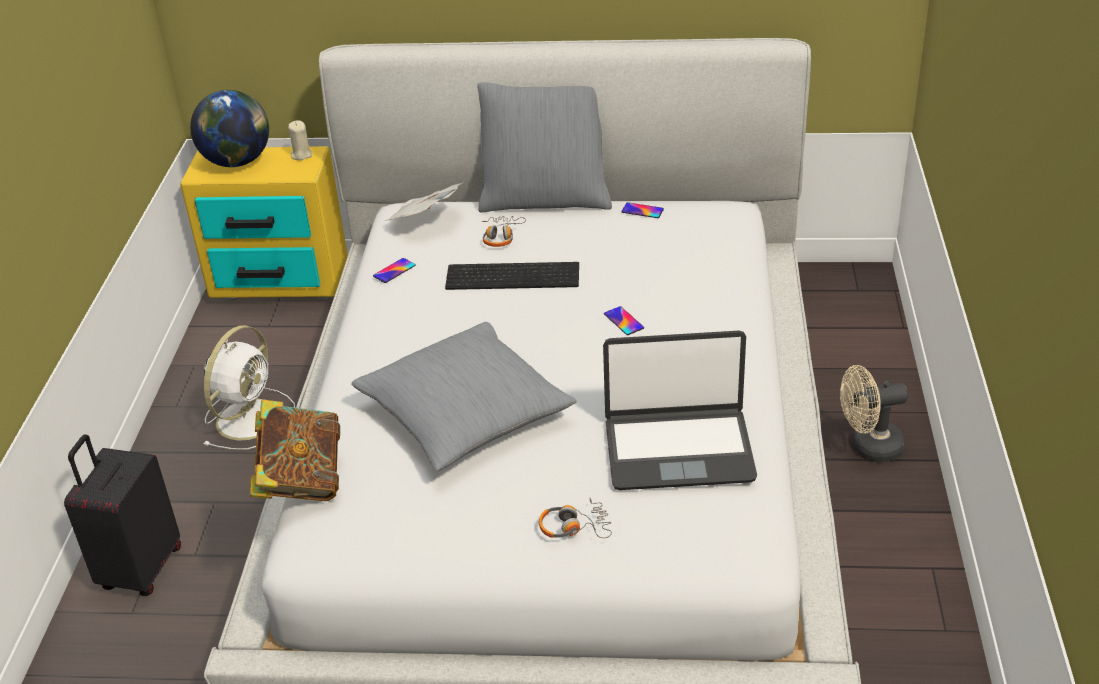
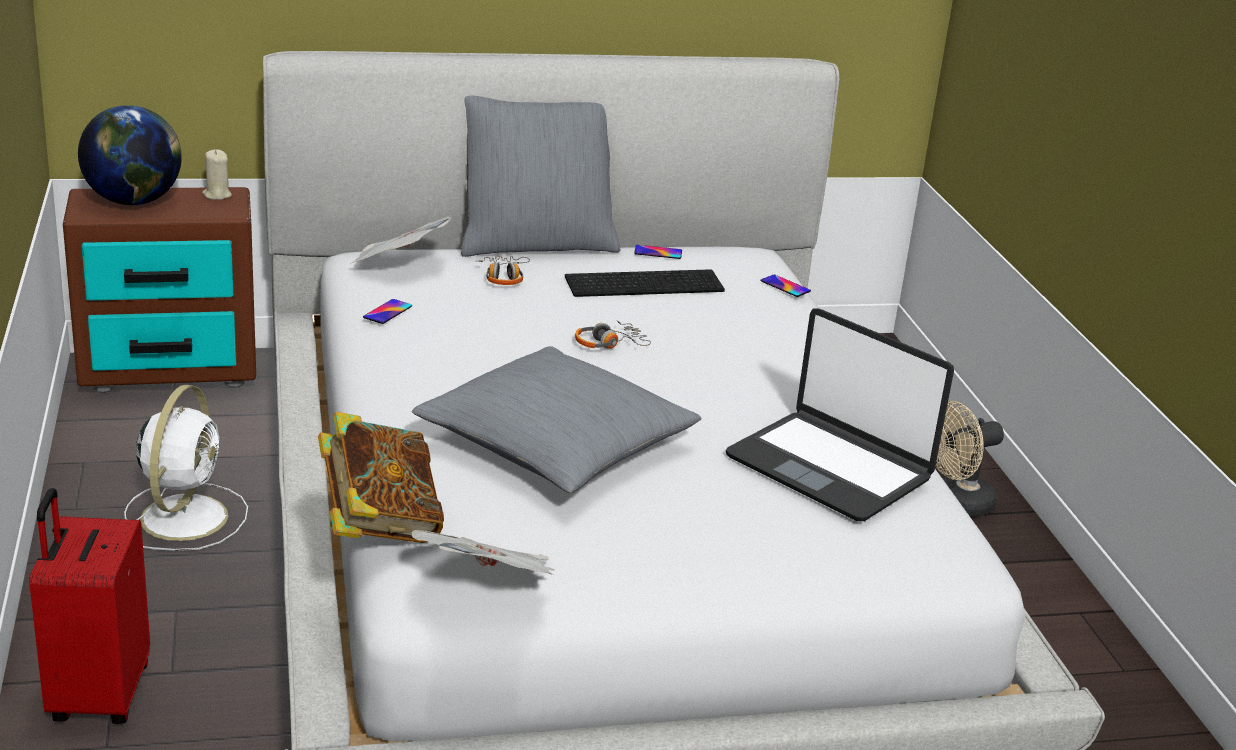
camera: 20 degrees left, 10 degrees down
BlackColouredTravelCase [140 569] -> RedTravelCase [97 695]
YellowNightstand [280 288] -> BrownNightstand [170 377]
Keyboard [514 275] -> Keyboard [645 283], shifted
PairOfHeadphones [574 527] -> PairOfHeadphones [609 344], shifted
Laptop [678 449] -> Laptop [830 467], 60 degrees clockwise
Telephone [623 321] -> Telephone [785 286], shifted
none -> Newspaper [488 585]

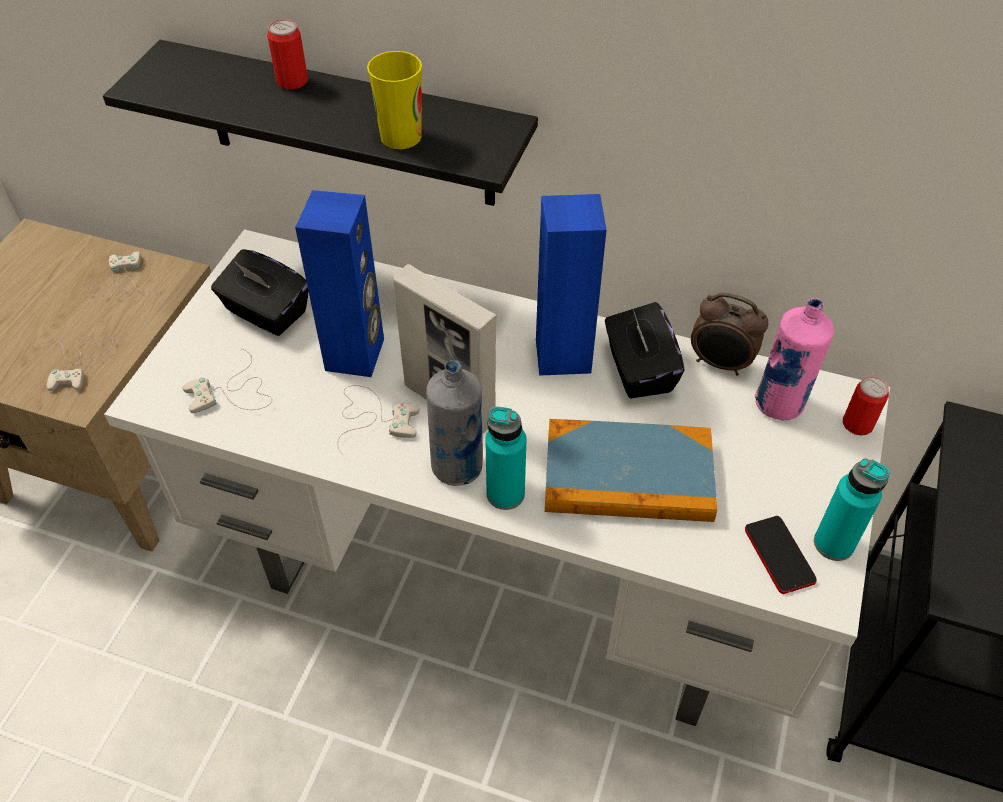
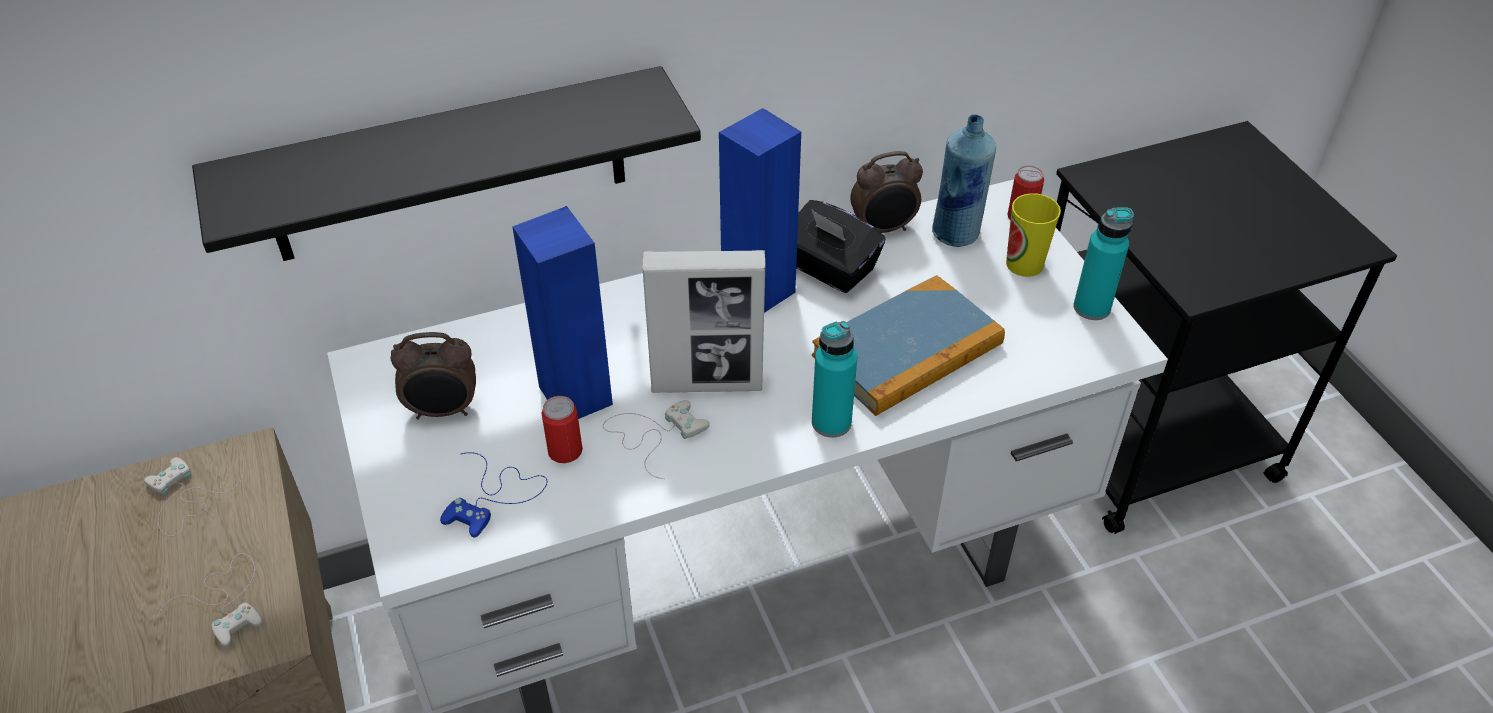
camera: 40 degrees left, 5 degrees down
WhiteJoypad [232 392] -> BlueColouredJoypad [494 496]
BlackColouredTissueHolder [266 312] -> TableClock [443 411]
SealedCan [292 81] -> SealedCan [565 451], shifted
SmallCup [401 136] -> SmallCup [1024 264], shifted
GrayBottle [457 466] -> none
Telephone [779 555] -> none
PinkBottle [779 404] -> BlueColouredBottle [956 234]

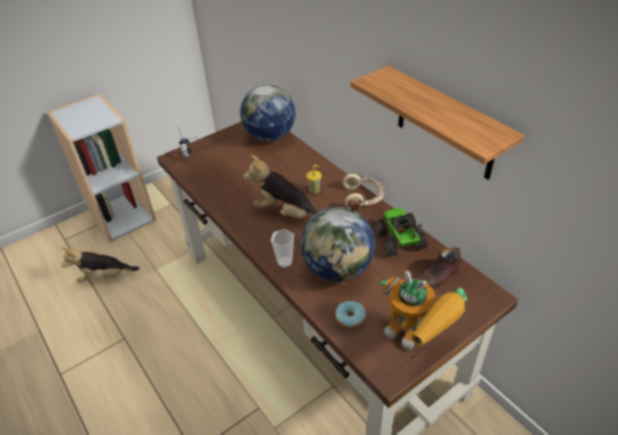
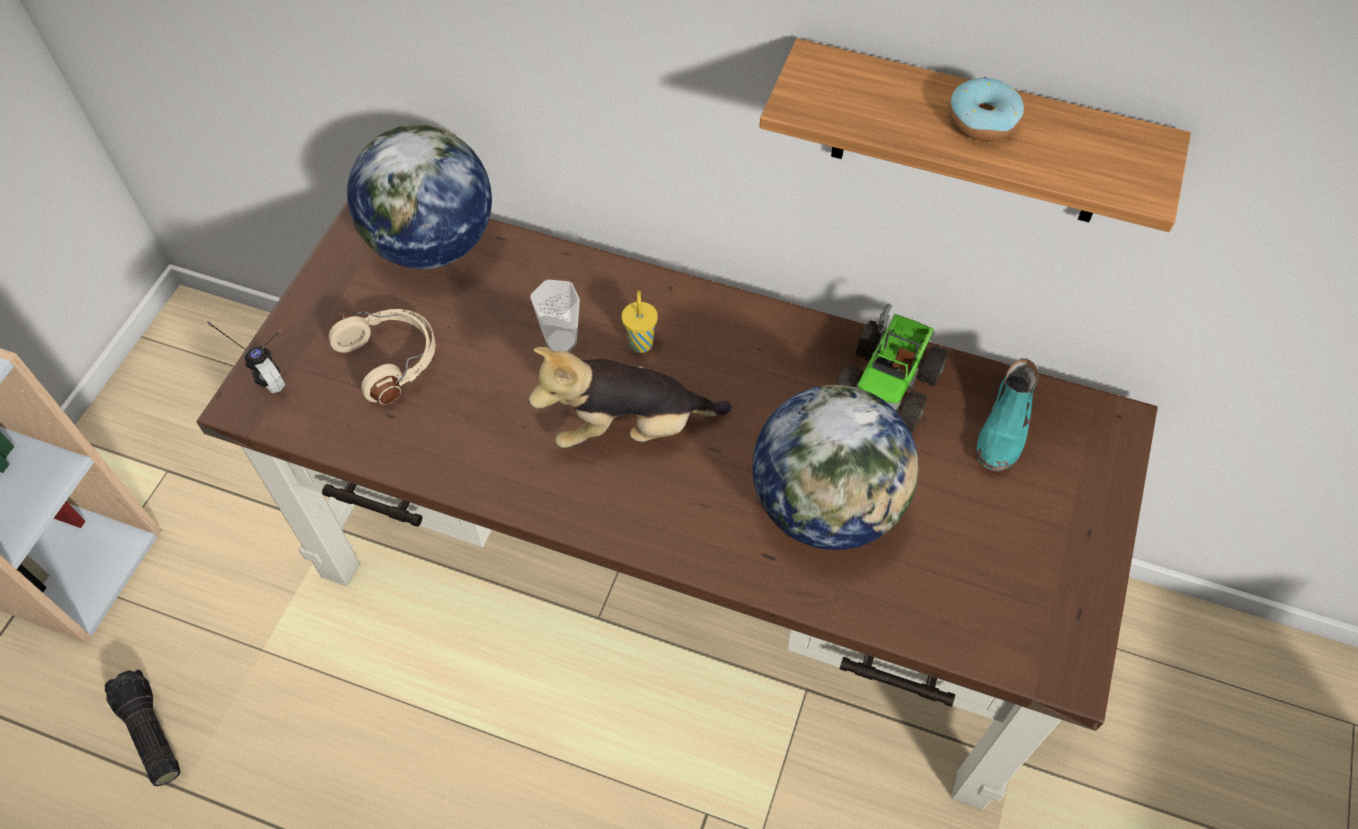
camera: 35 degrees left, 15 degrees up
CuddlyToy [104 277] -> Flashlight [148 733]
SmallCup [285 262] -> SmallCup [561 342], shifted
Donut [350 318] -> Donut [982 120], shifted
BeigeColouredPairOfHeadphones [363 197] -> BeigeColouredPairOfHeadphones [392 359], shifted
ModelTruck [399 241] -> ModelTruck [889 384], 105 degrees counterclockwise
ModelRobot [417 339] -> none
BrownShoe [437 276] -> TurquoiseColouredShoe [1005 427]

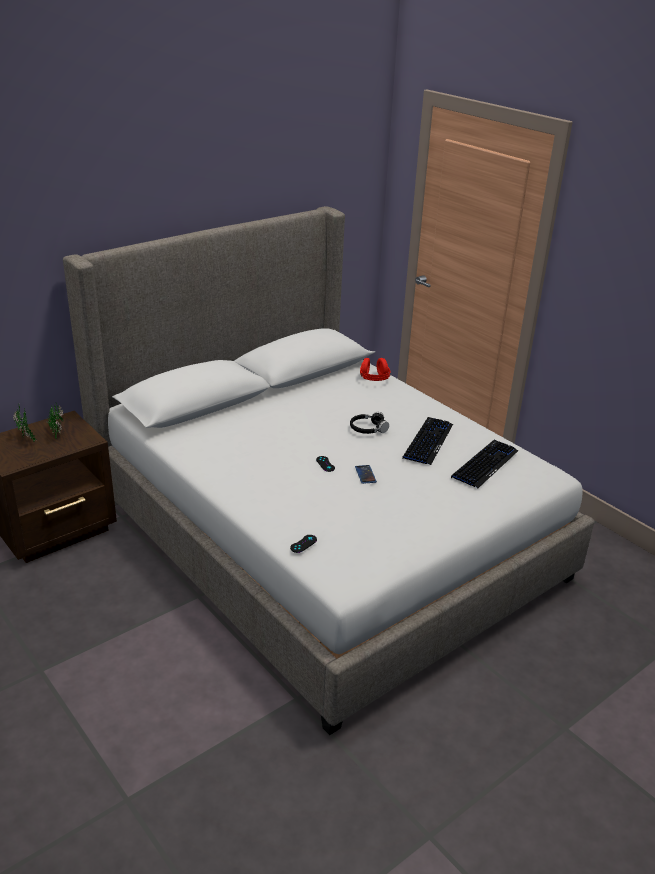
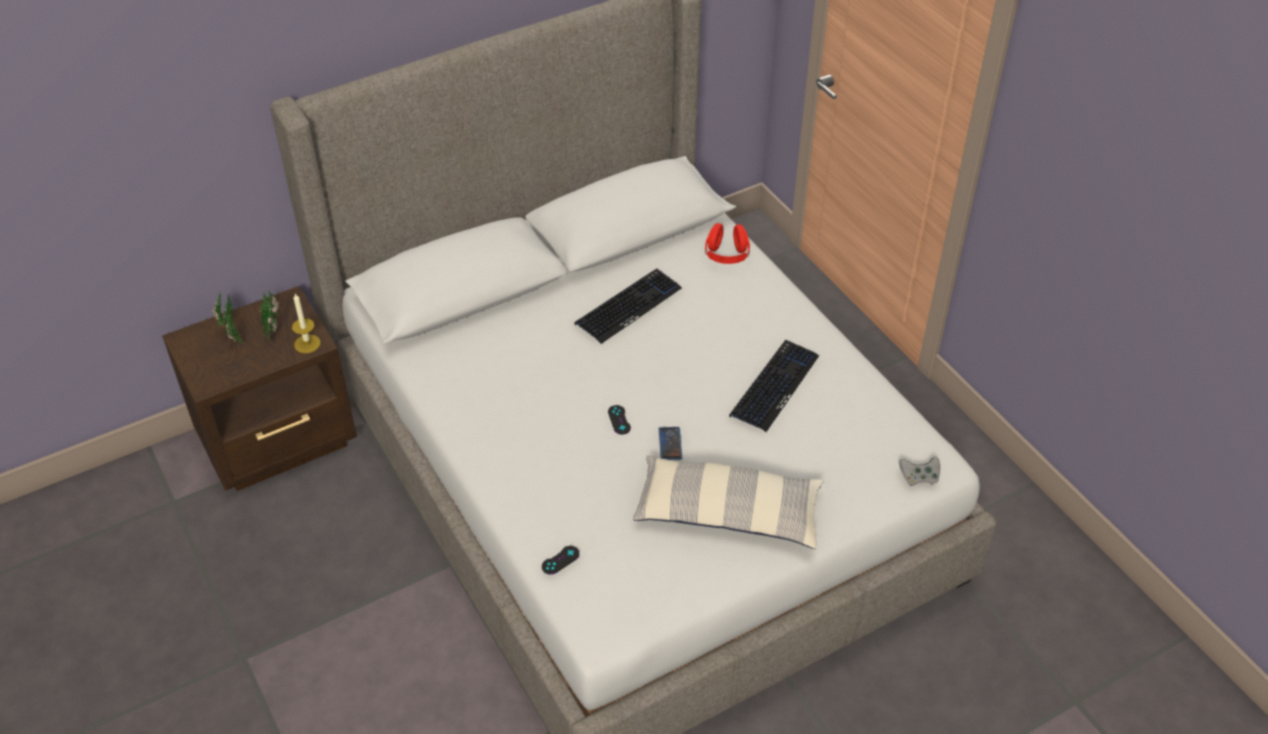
camera: 10 degrees right, 15 degrees up
BlackColouredPairOfHeadphones [368 429] -> none
Keyboard [485 464] -> Keyboard [628 307], shifted
none -> Candle [307 344]
none -> ThrowPillow [727 513]
none -> GrayJoypad [919 477]

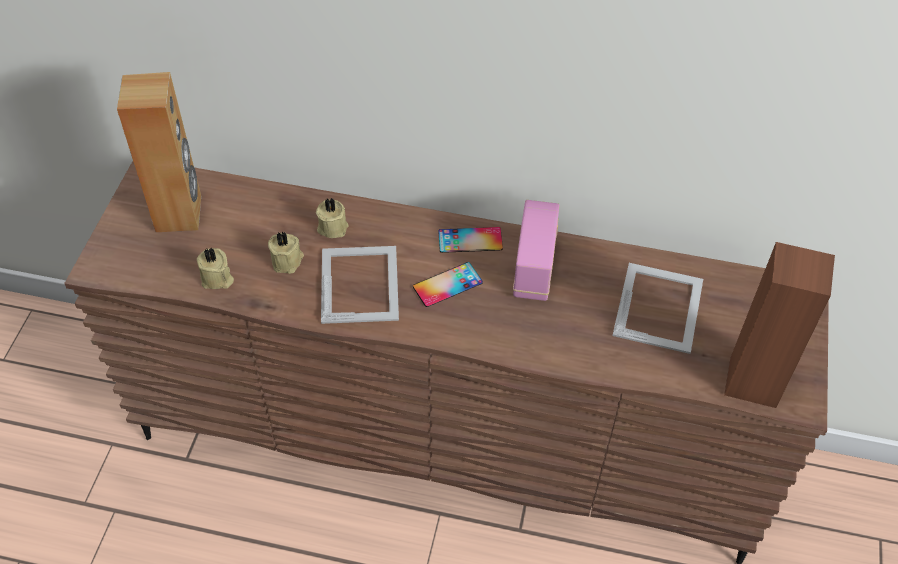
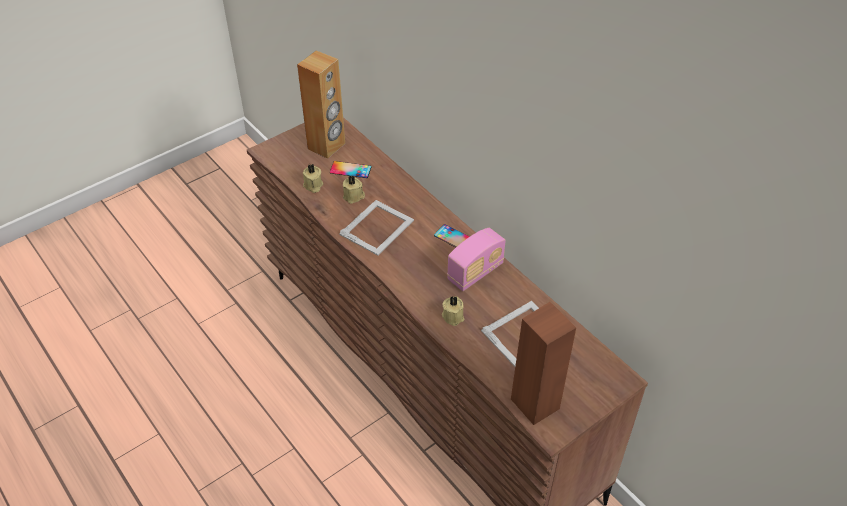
camera: 40 degrees right, 5 degrees down
BeigeColouredCandle [332 226] -> BeigeColouredCandle [453 316], shifted
Telephone [447 285] -> Telephone [350 170], shifted

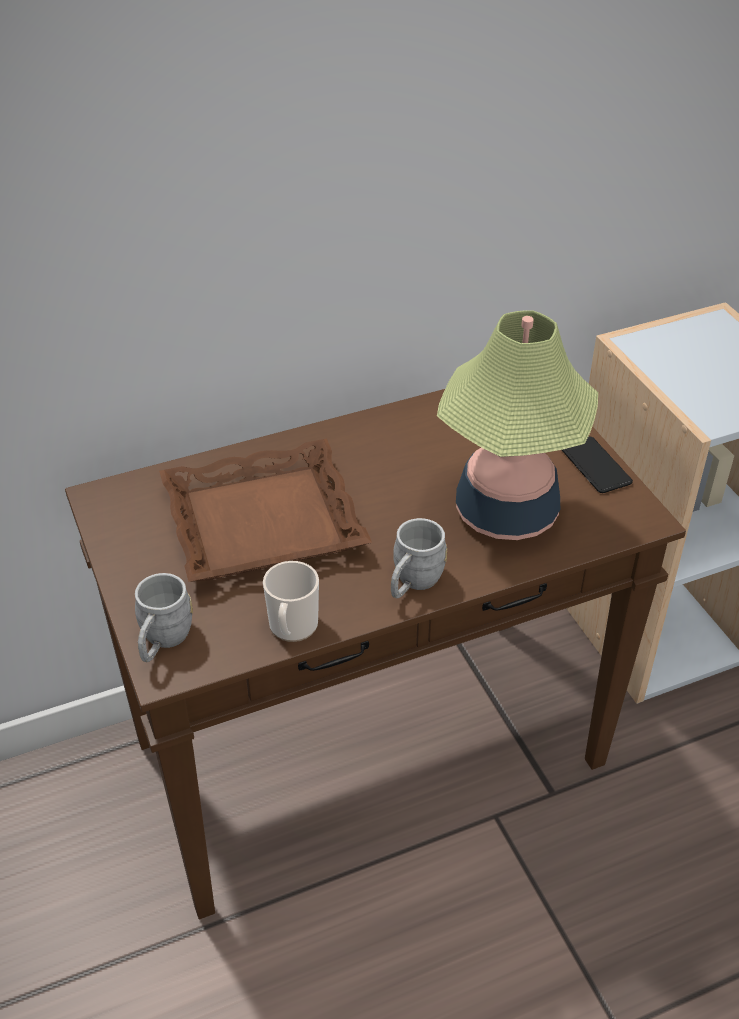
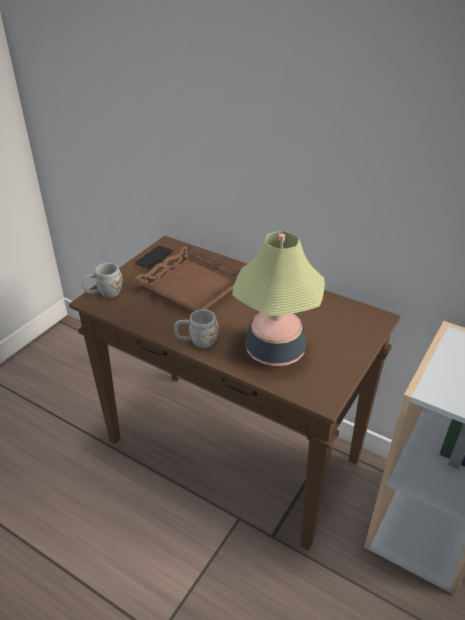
camera: 55 degrees right, 5 degrees down
TeaMug [292 628] -> none
Telephone [595 466] -> Telephone [154 257], shifted

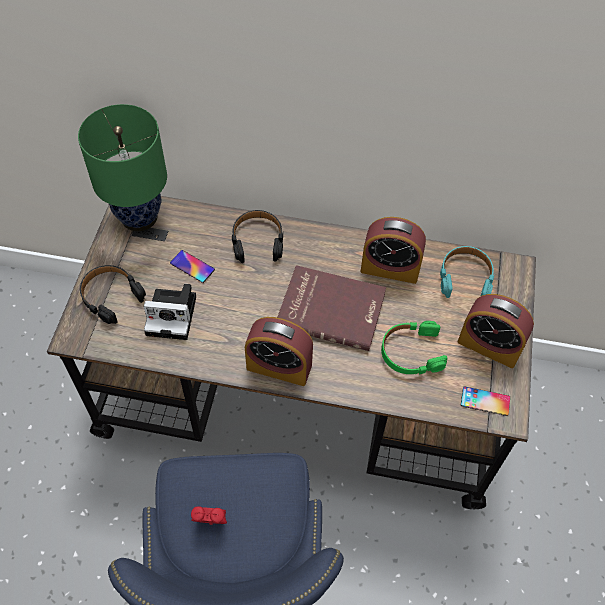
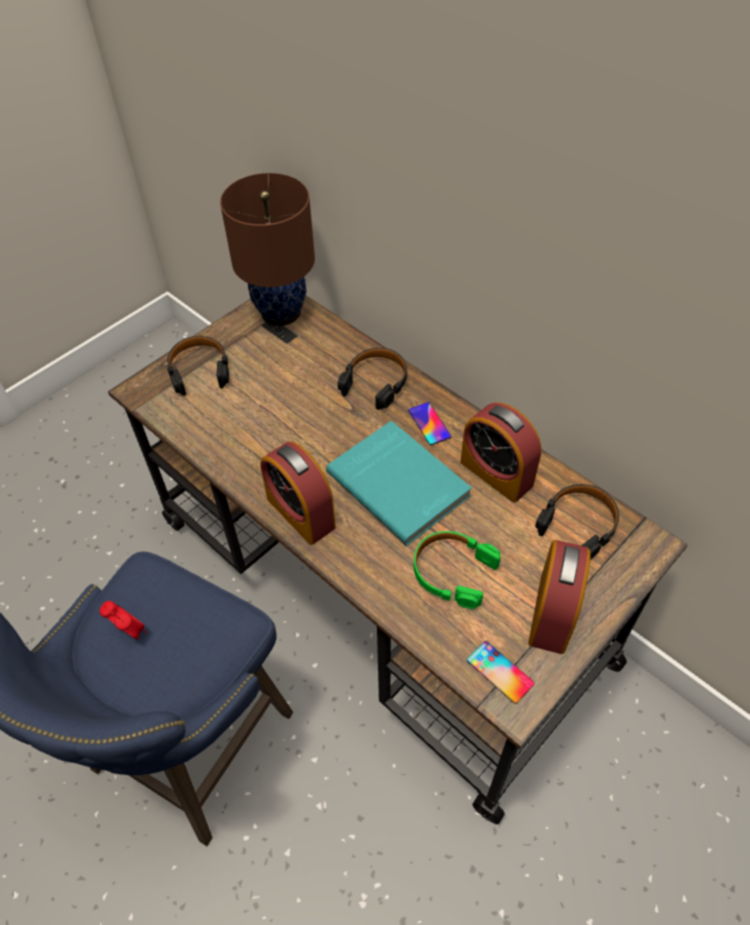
camera: 35 degrees right, 5 degrees down
GreenColouredLampForATable [139 217] -> BrownLampForATable [280 312]
PhotoCamera [174 315] -> none
Telephone [192 266] -> Telephone [429 424], shifted
RedVolume [331 308] -> TurquoiseColouredVolume [400 483]
TurquoiseColouredPairOfHeadphones [465 277] -> BlackColouredPairOfHeadphones [578 525]
TableClock [489 345] -> TableClock [552 613], 135 degrees counterclockwise

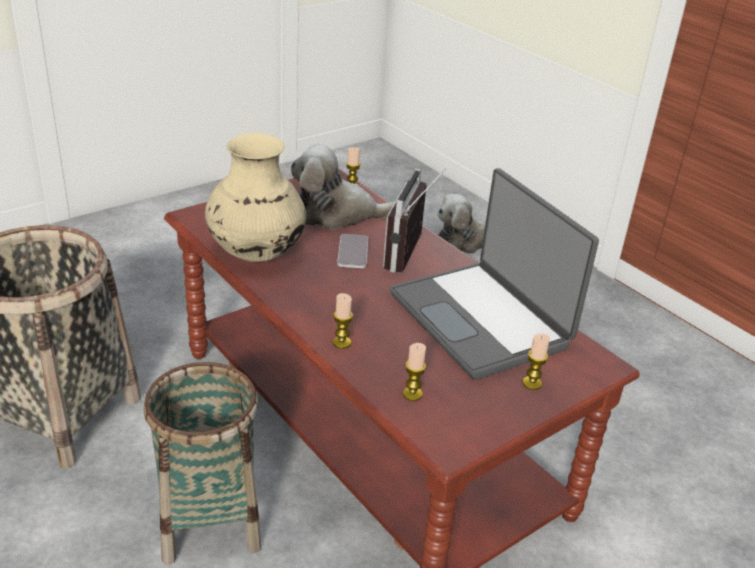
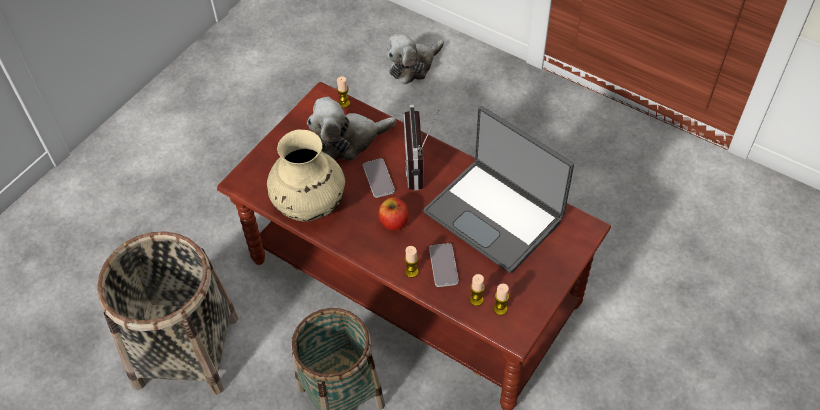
camera: 15 degrees left, 20 degrees up
Candle [532 383] -> Candle [500 309], shifted
none -> AppleFruit [394 222]
none -> Telephone [443 265]

